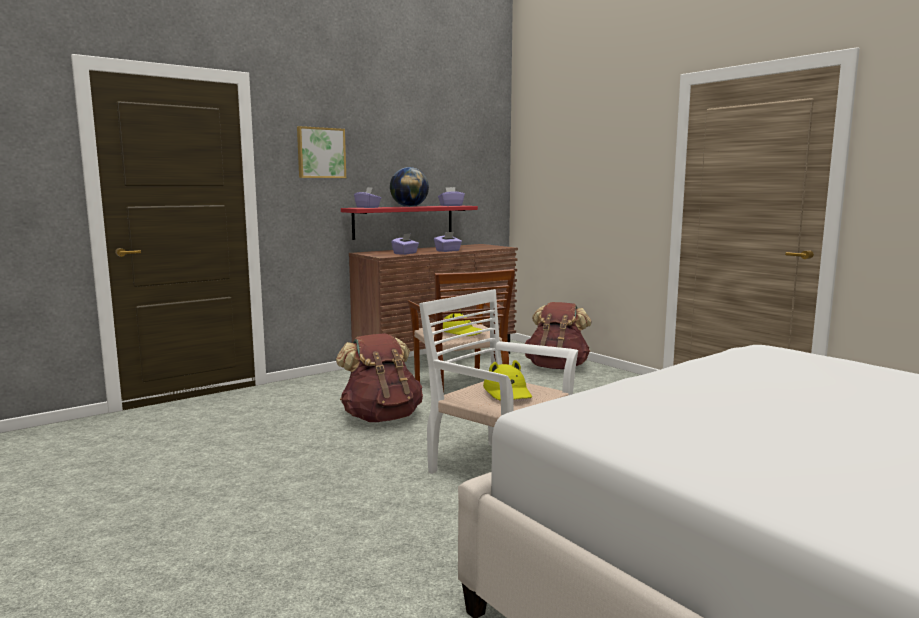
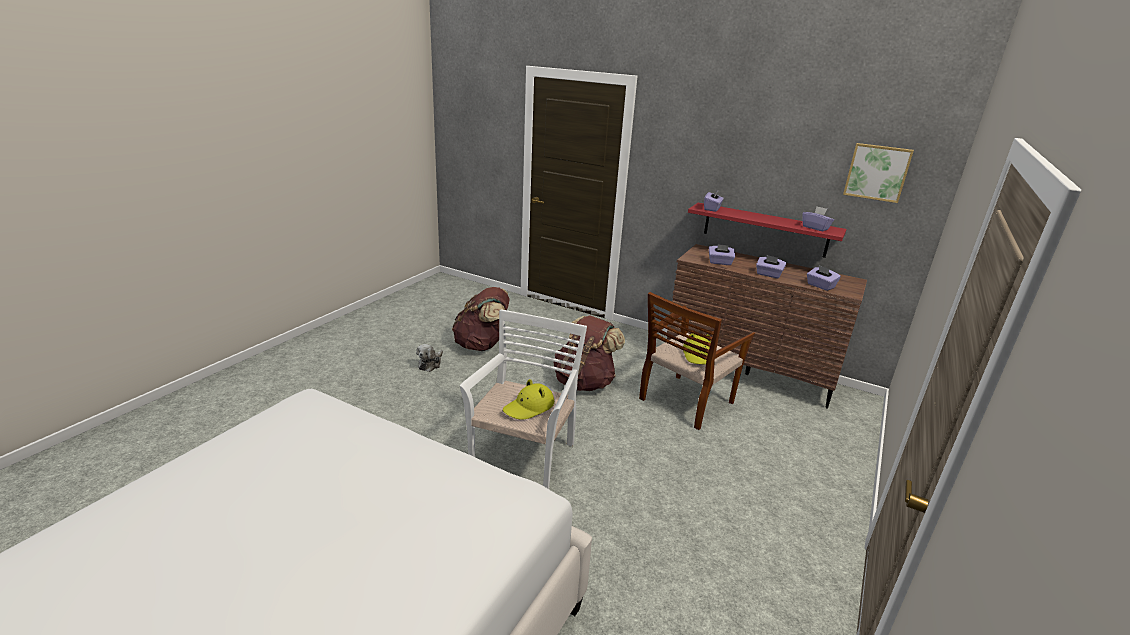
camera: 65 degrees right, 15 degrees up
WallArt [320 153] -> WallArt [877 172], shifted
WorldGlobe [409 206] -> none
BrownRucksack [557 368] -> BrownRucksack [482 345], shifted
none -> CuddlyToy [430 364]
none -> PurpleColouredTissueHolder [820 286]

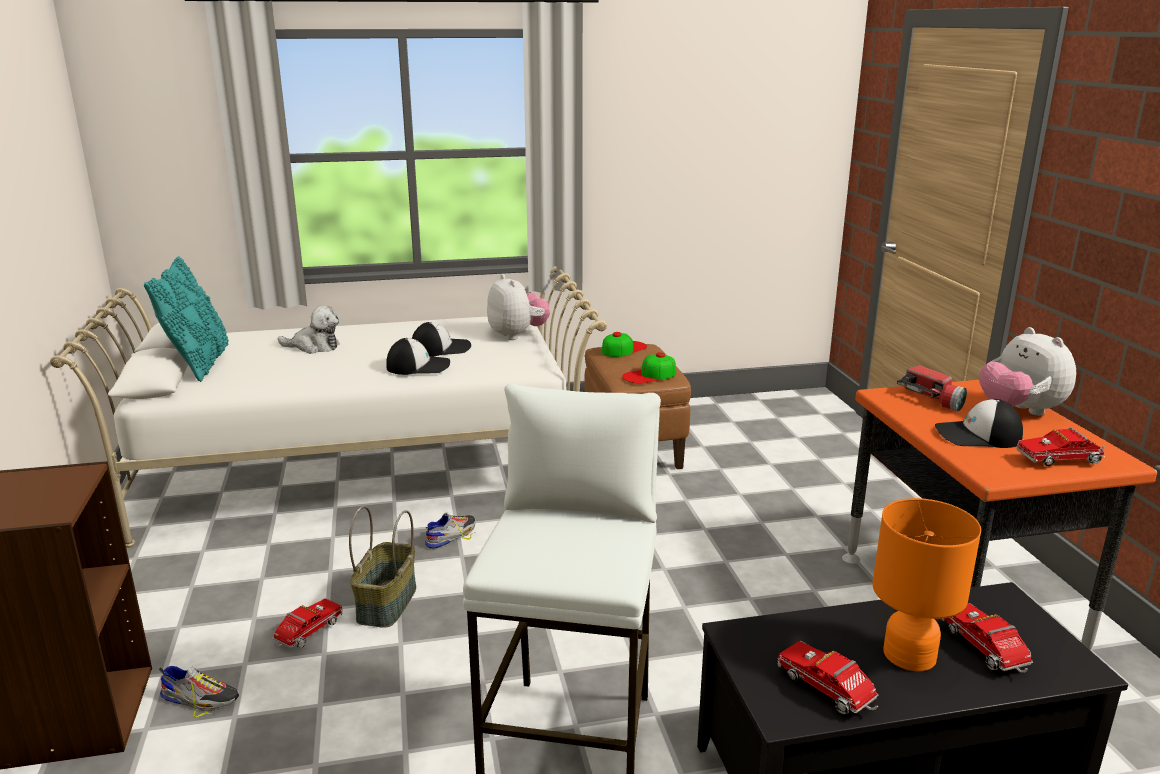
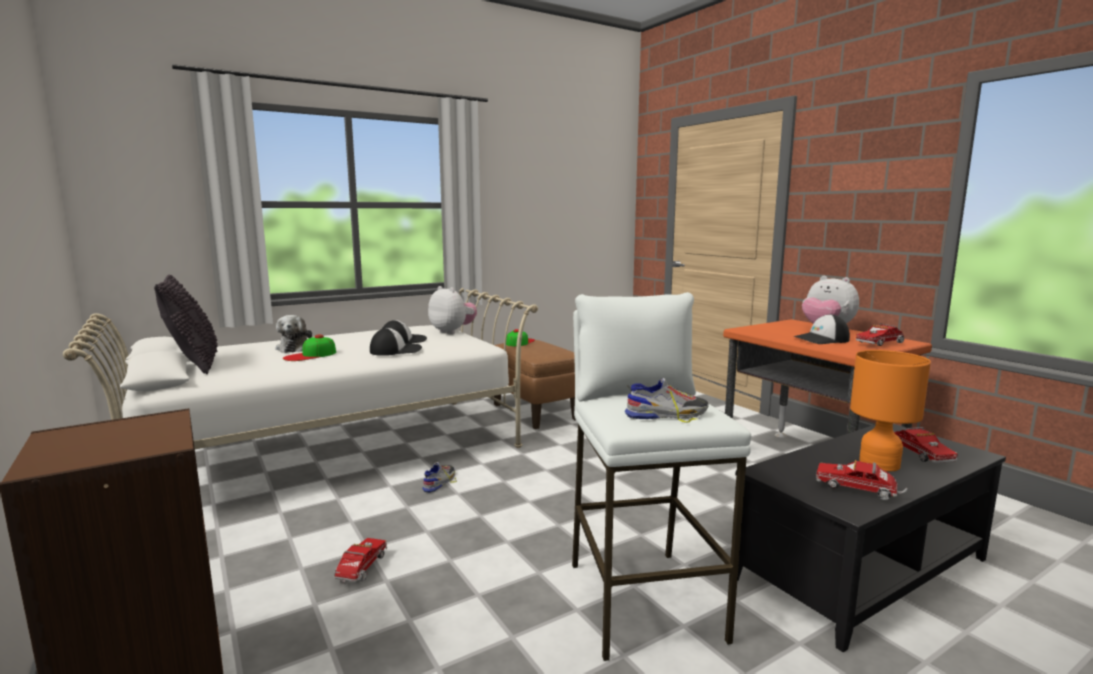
camera: 20 degrees left, 10 degrees down
TurquoiseColouredThrowPillow [199 363] -> BlackColouredThrowPillow [194 365]
Shoe [200 698] -> Shoe [667 414], shifted
CuddlyToy [314 347] -> CuddlyToy [294 348], 90 degrees clockwise
StorageBasket [388 604] -> none
BaseballCap [649 375] -> BaseballCap [310 355], shifted
Flashlight [933 399] -> none
ModelTruck [987 650] -> ModelTruck [917 454], 150 degrees counterclockwise

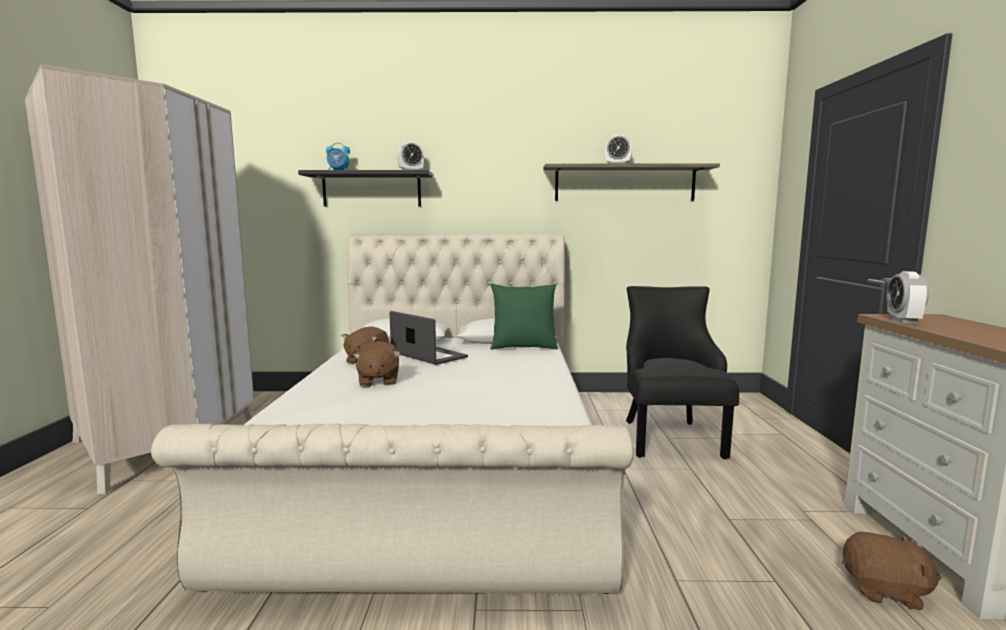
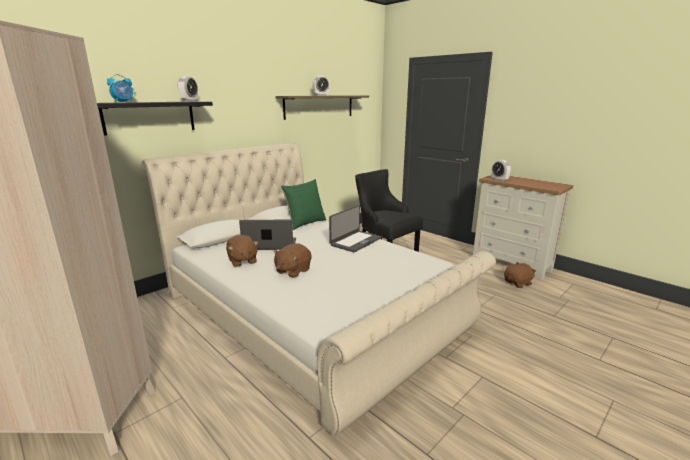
camera: 45 degrees left, 10 degrees up
BrownCuddlyToy [378 381] -> BrownCuddlyToy [292 271], 90 degrees clockwise
none -> Laptop [355 241]

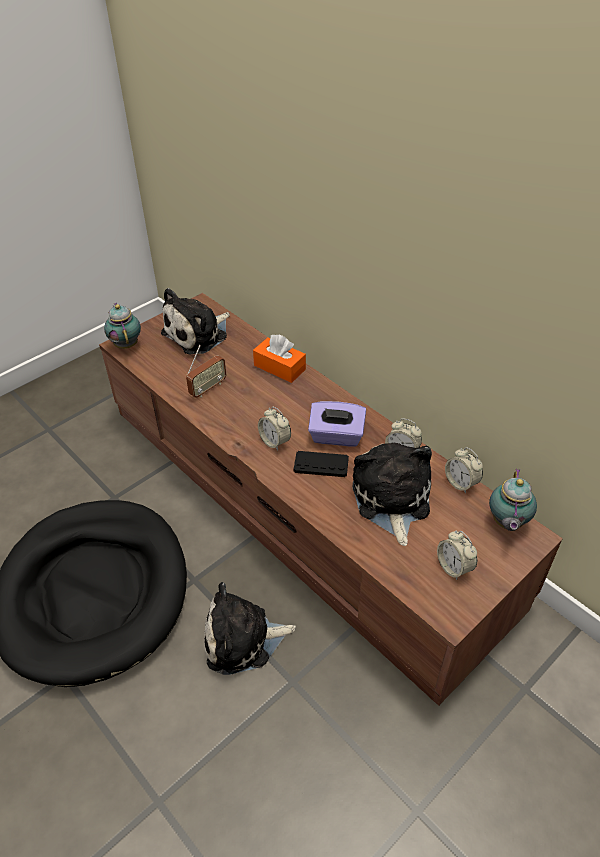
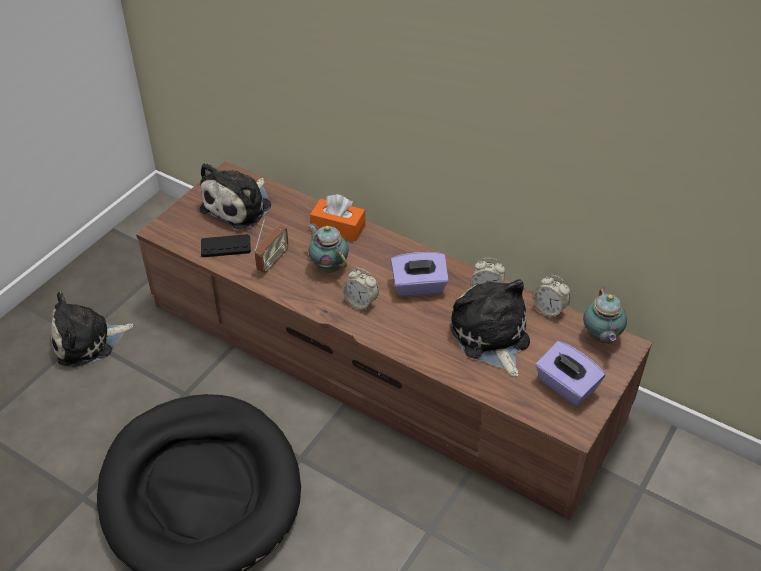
camera: 15 degrees left, 0 degrees up
TeaPot [126 344] -> TeaPot [328 266], shifted
CuddlyToy [243 639] -> CuddlyToy [88 341], shifted
BlackColouredJoypad [321 465] -> BlackColouredJoypad [226 247], shifted
TableClock [454 567] -> PurpleColouredTissueHolder [566 386]

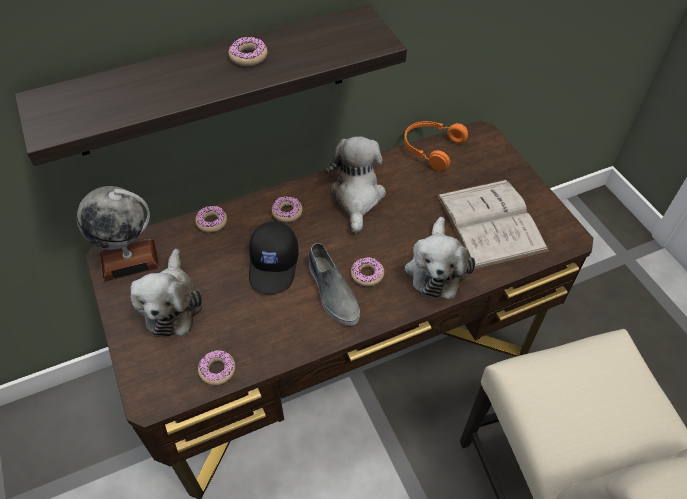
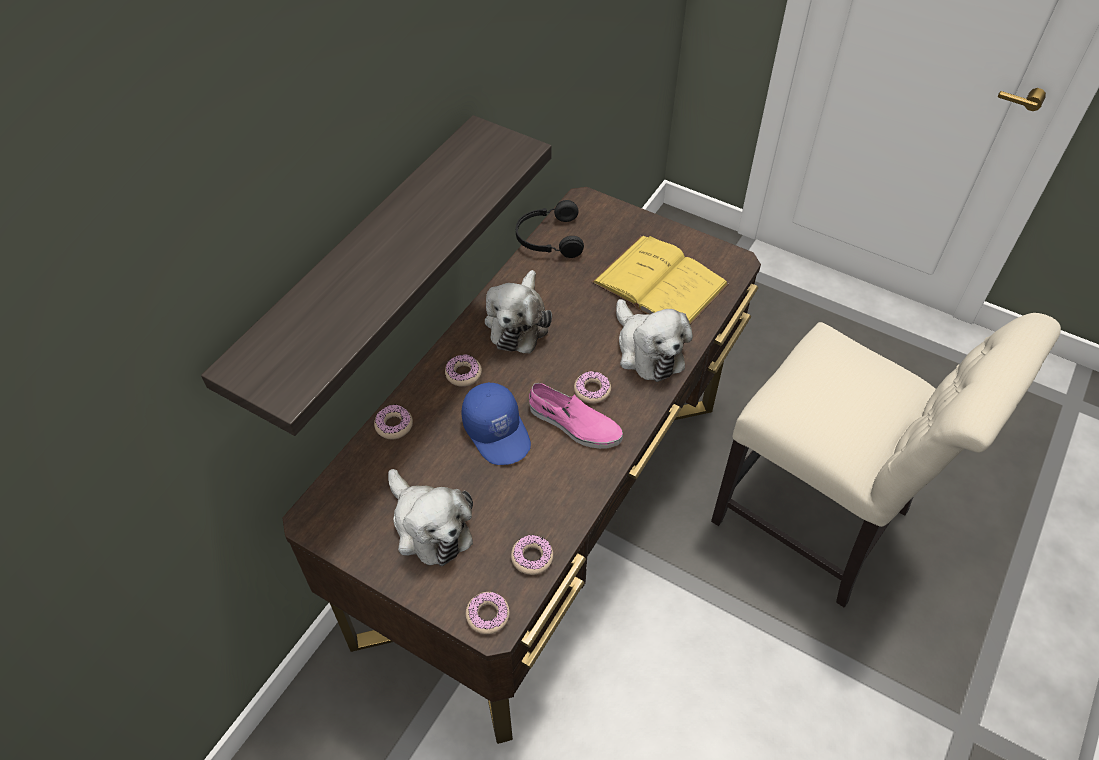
camera: 35 degrees left, 0 degrees up
WorldGlobe [130 260] -> none
Donut [248 56] -> Donut [488 615], shifted
BlackColouredBaseballCap [274 265] -> BlueColouredBaseballCap [498 432]
GrayShoe [332 291] -> PinkShoe [574 424]
CuddlyToy [356 197] -> CuddlyToy [518 323], 135 degrees counterclockwise
OrangeyPairOfHeadphones [431 148] -> BlackColouredPairOfHeadphones [548 238]
WhiteVolume [490 223] -> YellowVolume [660 283]

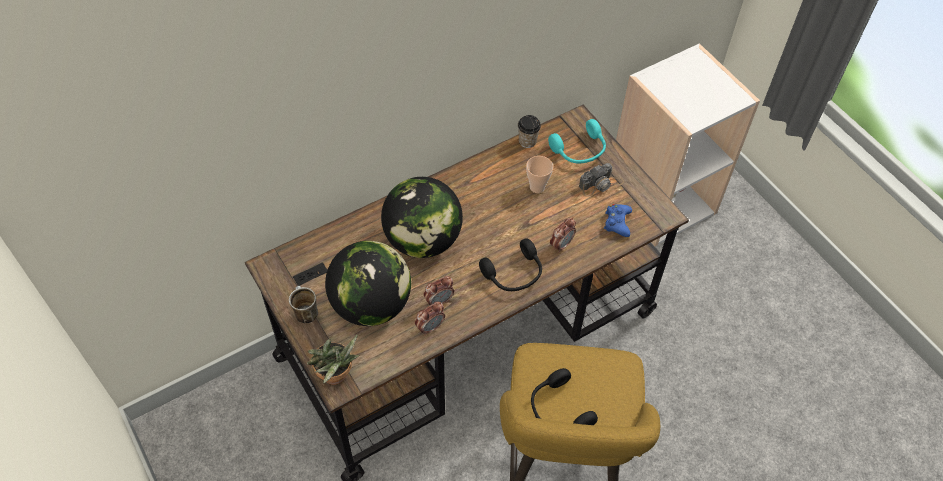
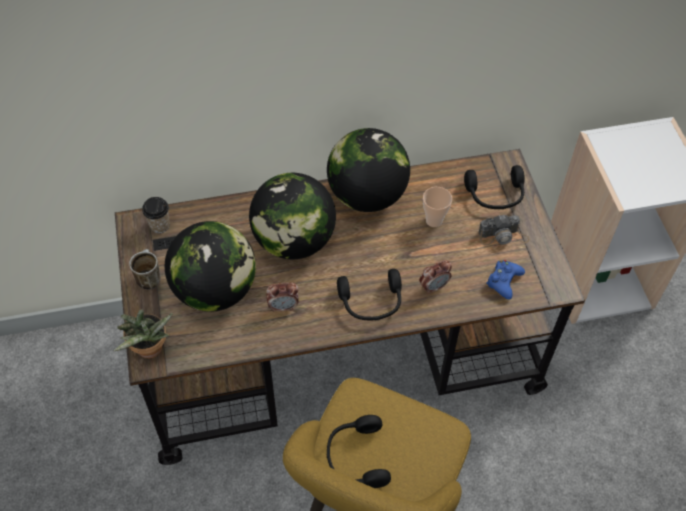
camera: 20 degrees right, 0 degrees up
TableClock [430 327] -> none
SmallCup [527 141] -> SmallCup [159 225], shifted
TurquoiseColouredPairOfHeadphones [579 151] -> BlackColouredPairOfHeadphones [495 195]
none -> WorldGlobe [367 196]

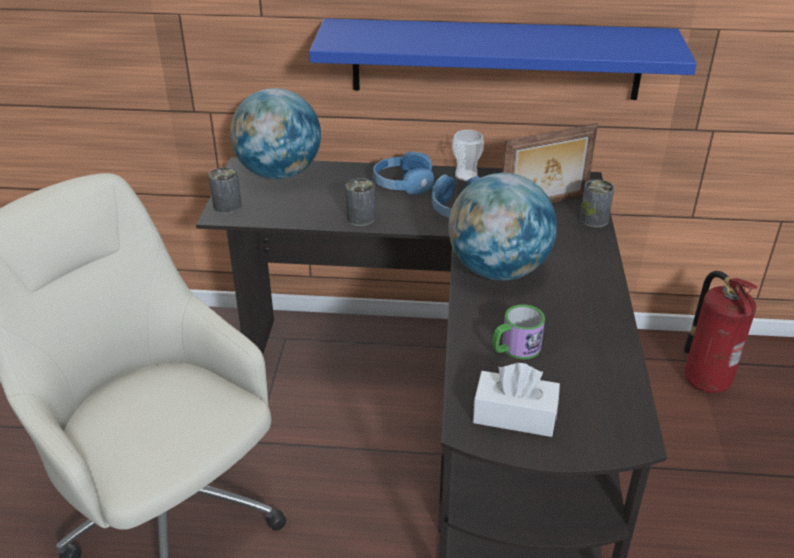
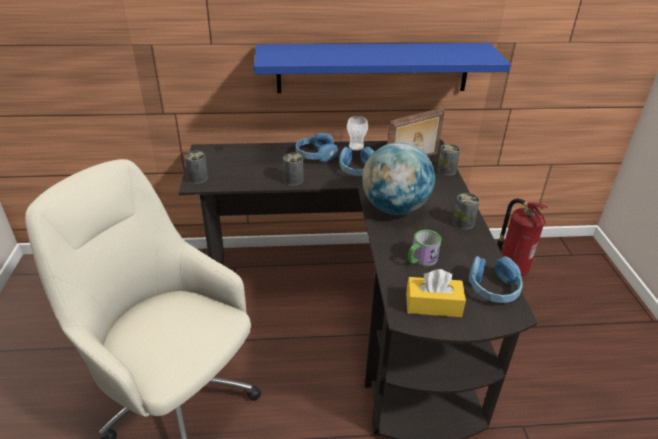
camera: 10 degrees left, 0 degrees up
WorldGlobe [279 173] -> none
WhiteTissueHolder [514 415] -> YellowTissueHolder [433 305]
none -> SealedCan [463 222]
none -> BlueColouredPairOfHeadphones [493 288]

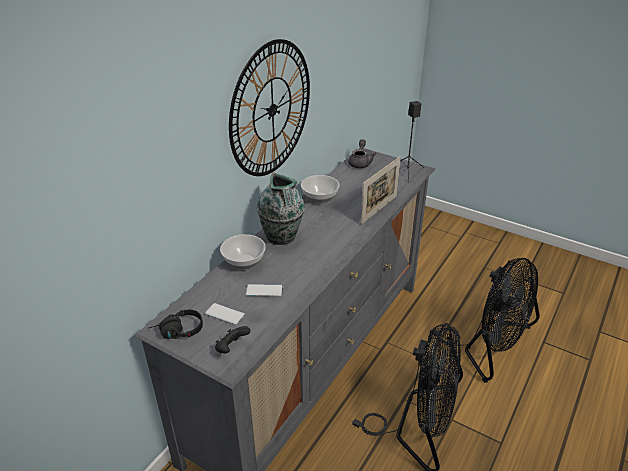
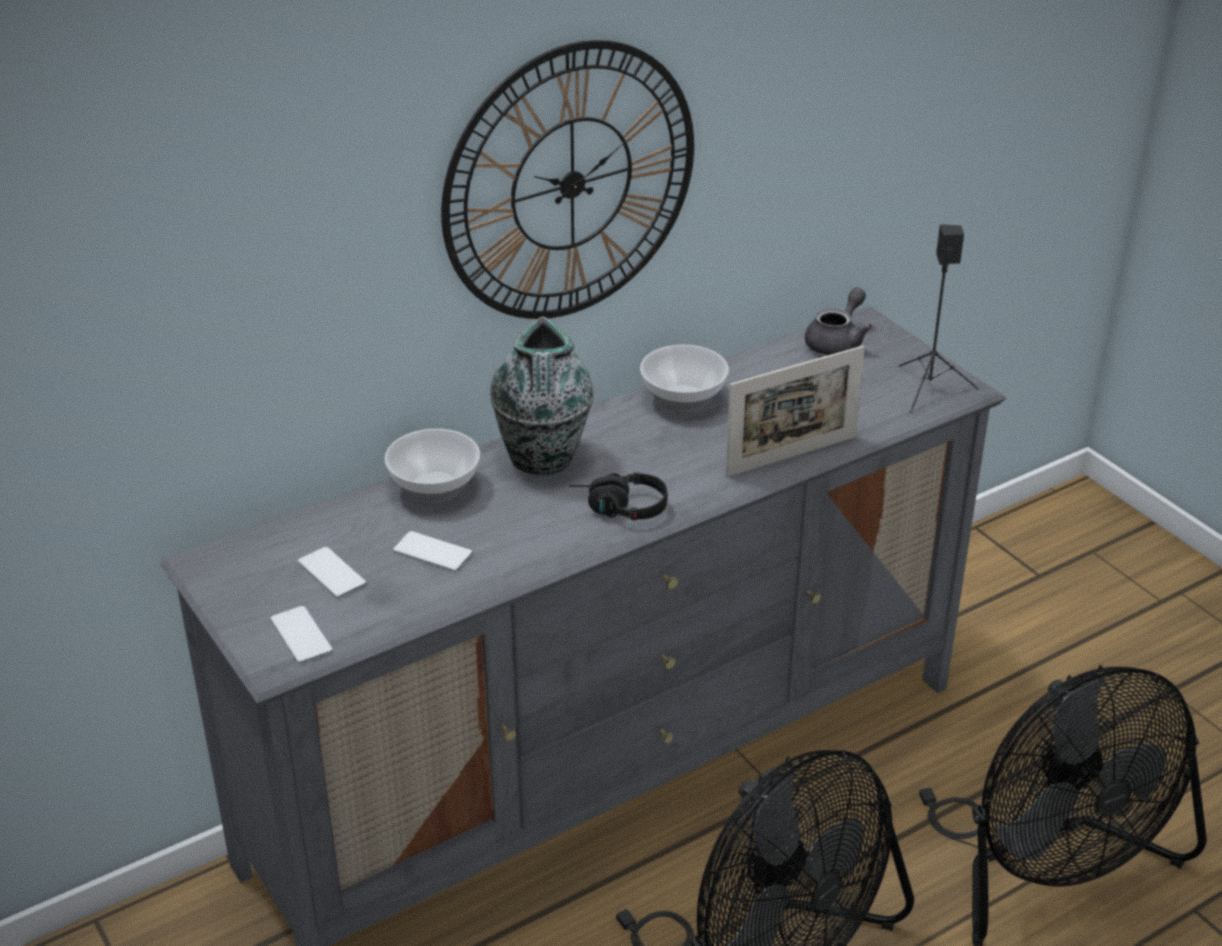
camera: 25 degrees right, 0 degrees up
BlackColouredPairOfHeadphones [177 332] -> BlackColouredPairOfHeadphones [618 509], shifted
BlackColouredJoypad [231 348] -> Telephone [301 635]

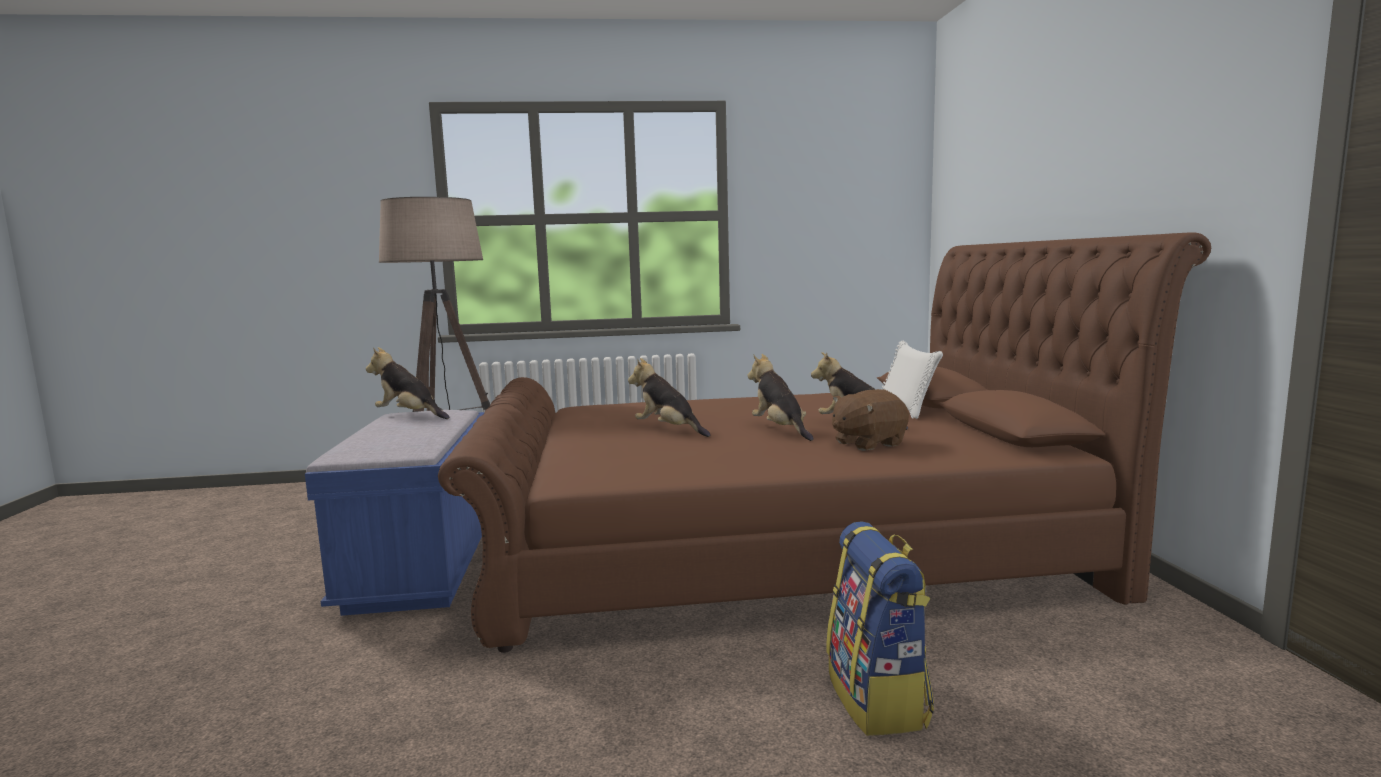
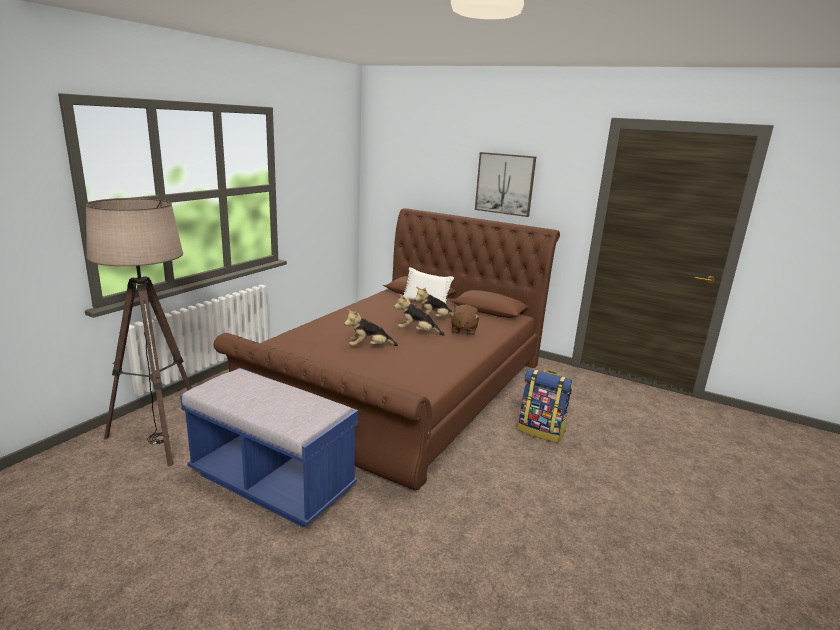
camera: 55 degrees left, 10 degrees up
CuddlyToy [409 416] -> none
none -> WallArt [505 184]

